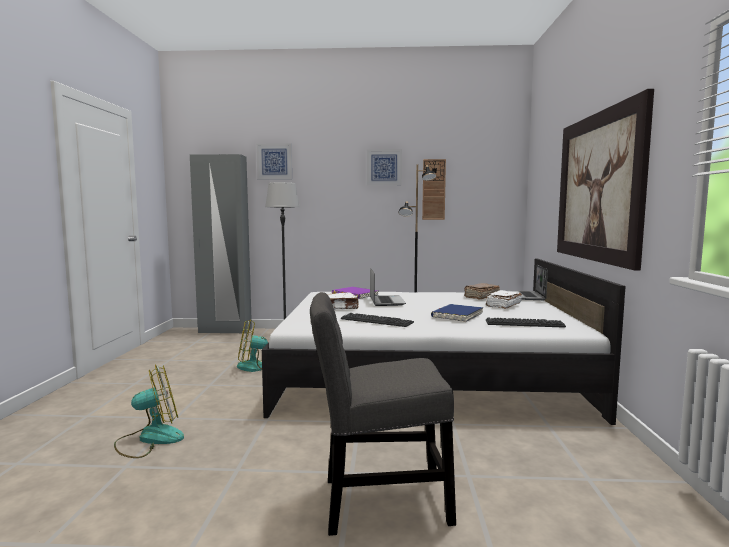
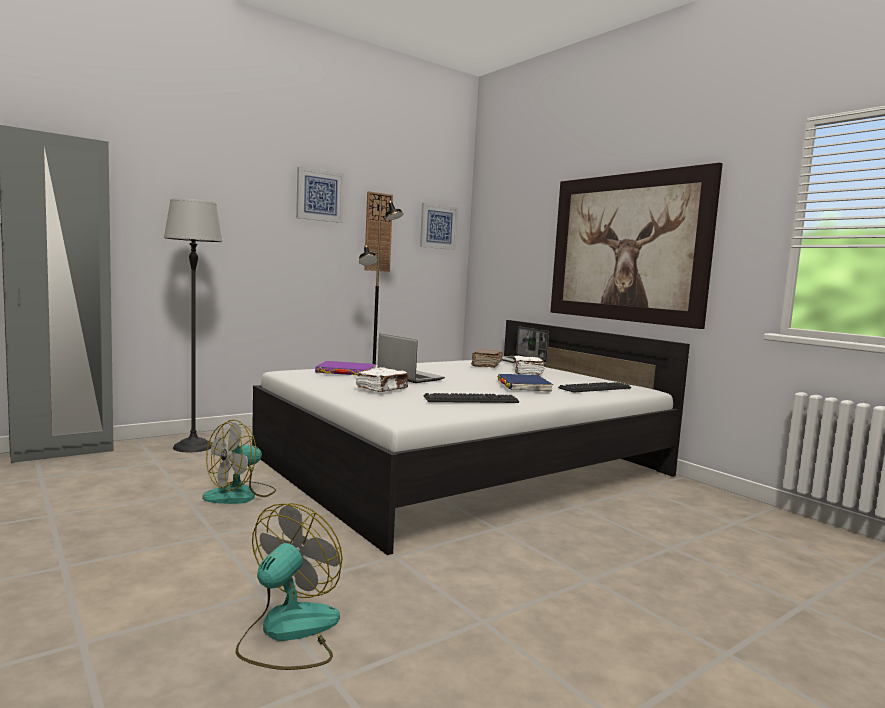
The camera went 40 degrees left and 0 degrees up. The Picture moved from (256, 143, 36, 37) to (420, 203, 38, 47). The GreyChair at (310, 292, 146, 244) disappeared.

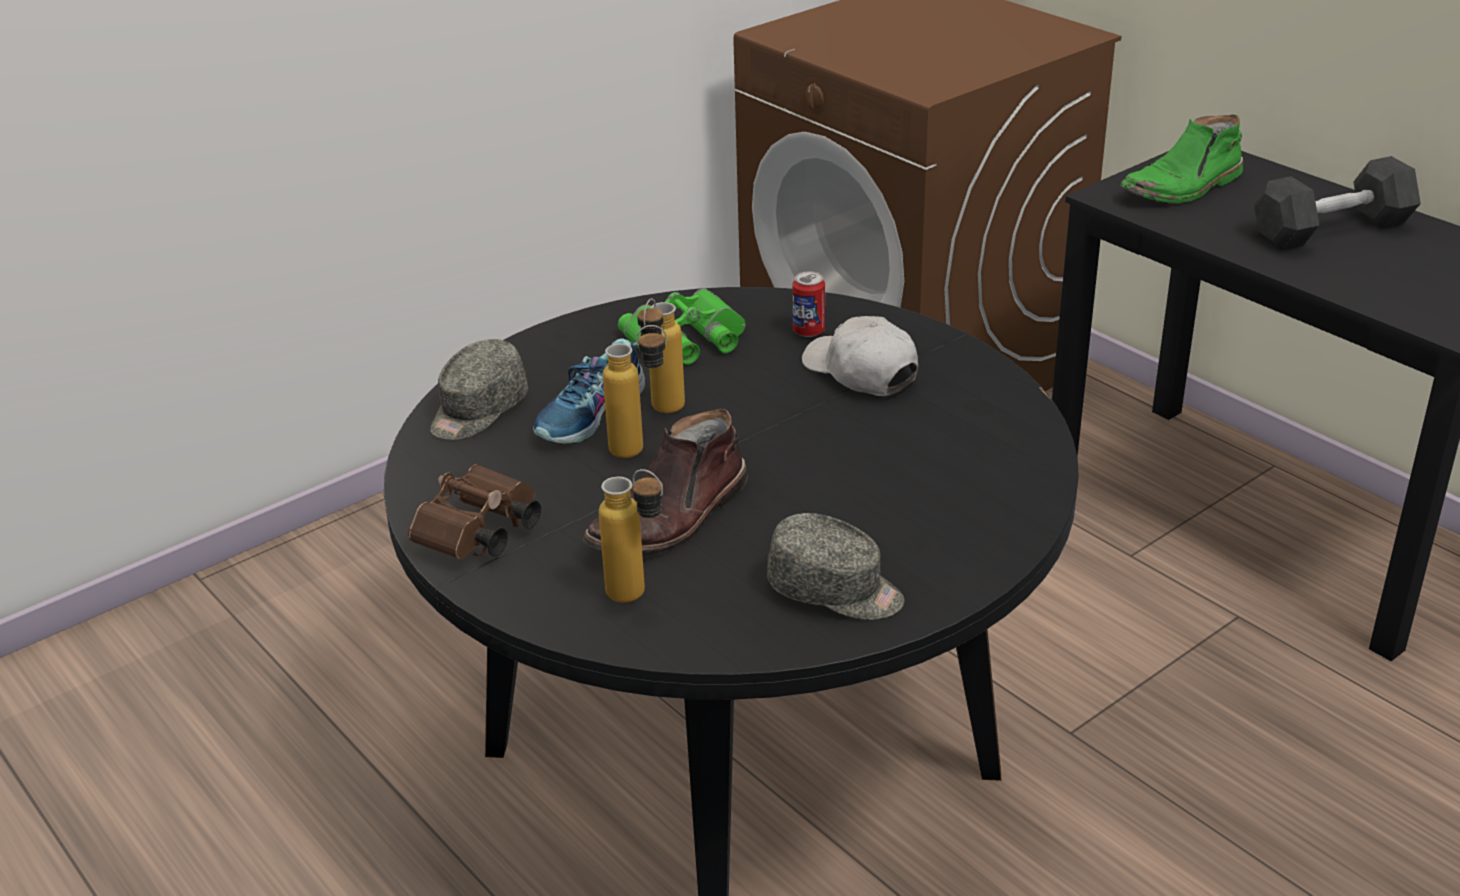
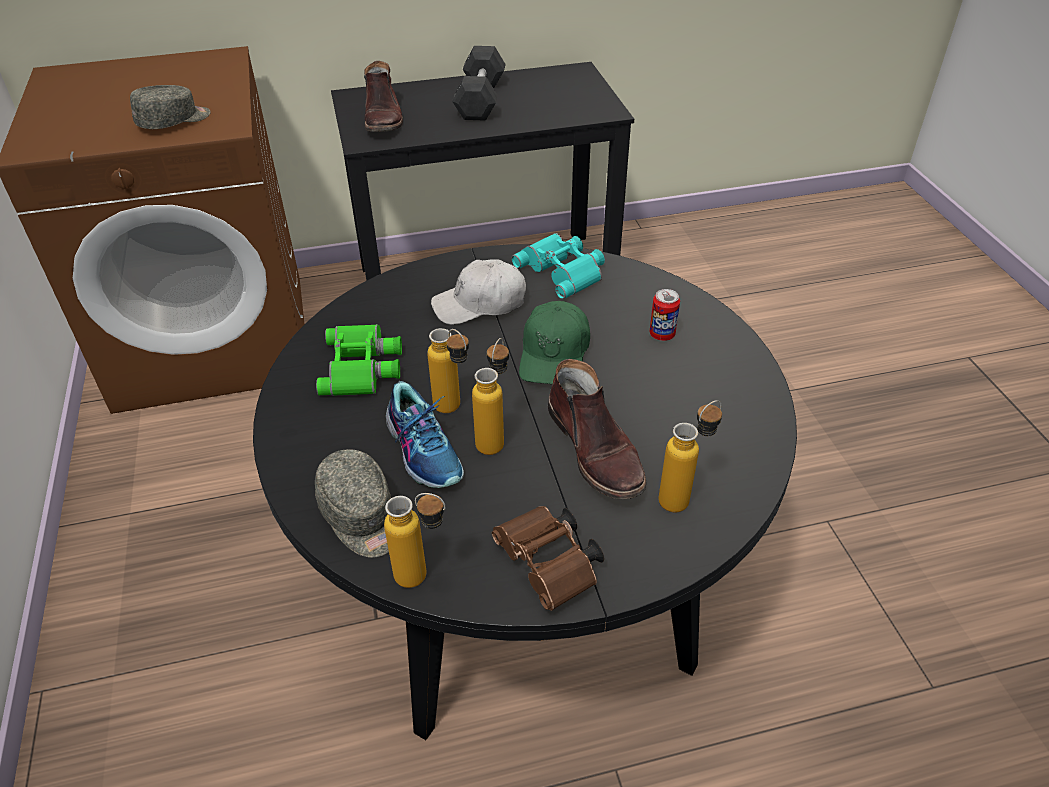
The camera went 65 degrees left and 10 degrees up. The GreyCap moved from (767, 513, 137, 107) to (130, 85, 81, 44). The Can moved from (793, 271, 32, 66) to (650, 289, 30, 52). The GreenBoot at (1120, 114, 123, 89) became the BrownBoot at (364, 61, 39, 71). The Bottle at (384, 493, 61, 95) appeared. The TurquoiseBinoculars at (512, 233, 93, 66) appeared. The GreenCap at (519, 301, 71, 83) appeared.

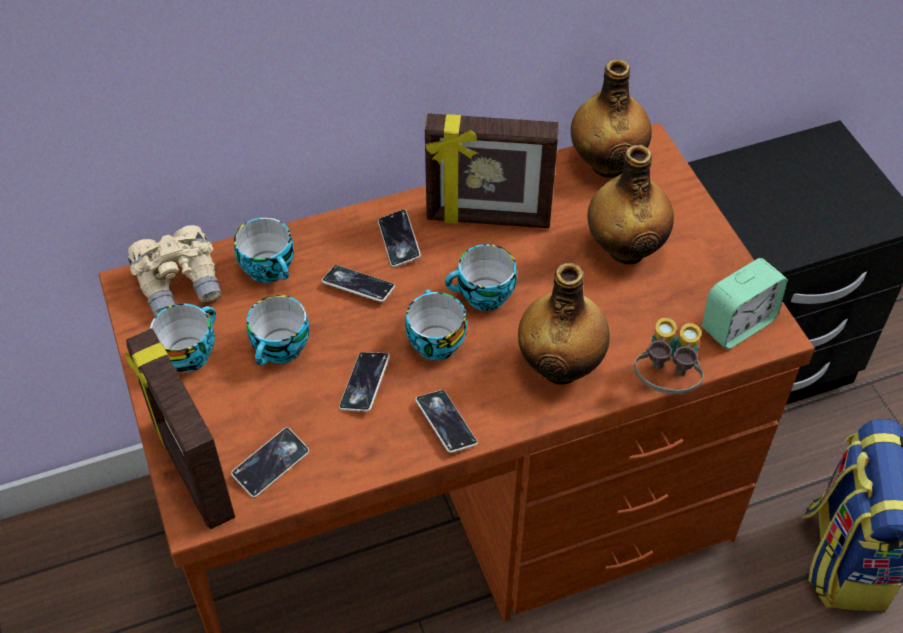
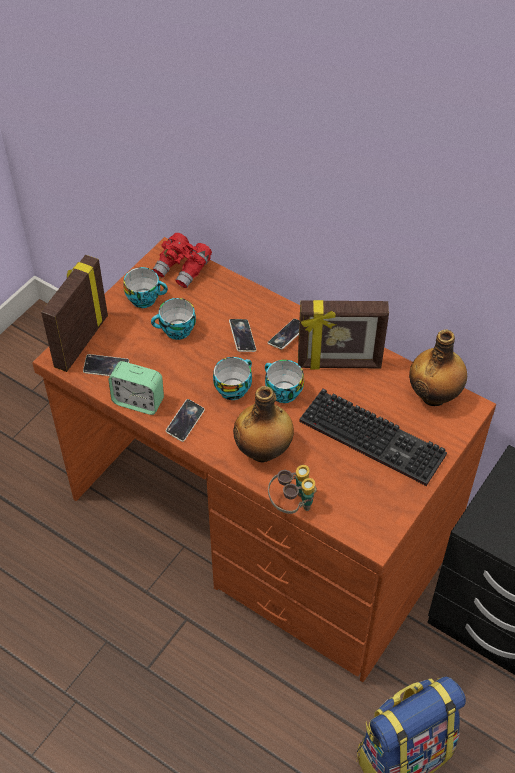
The camera went 55 degrees right and 0 degrees up. The BeigeBinoculars at (128, 225, 94, 91) became the RedBinoculars at (152, 233, 60, 55). The Cup at (234, 217, 60, 66) disappeared. The Phone at (339, 352, 51, 60) disappeared. The PictureFrame at (425, 113, 134, 115) turned 60 degrees counterclockwise. The Bottle at (588, 145, 86, 119) was replaced by the Keyboard at (299, 389, 148, 97). The AlarmClock moved from (702, 258, 86, 91) to (108, 361, 56, 54).

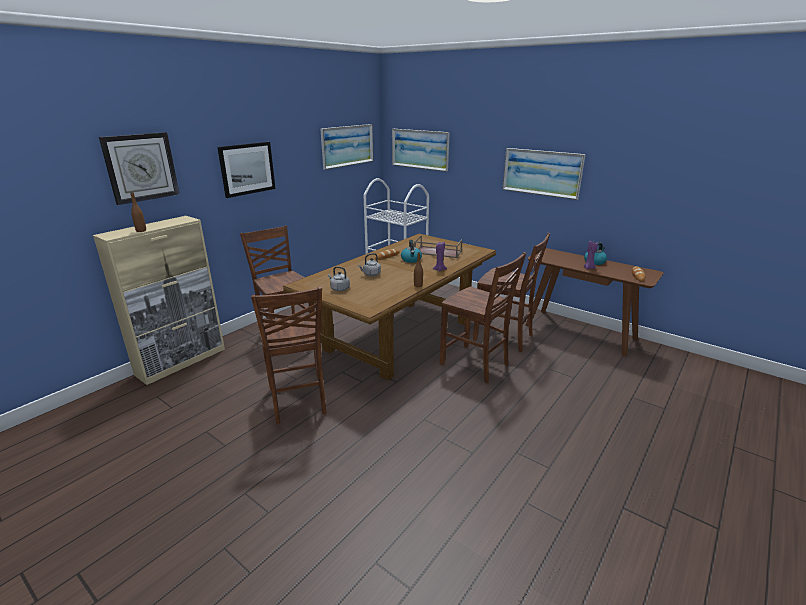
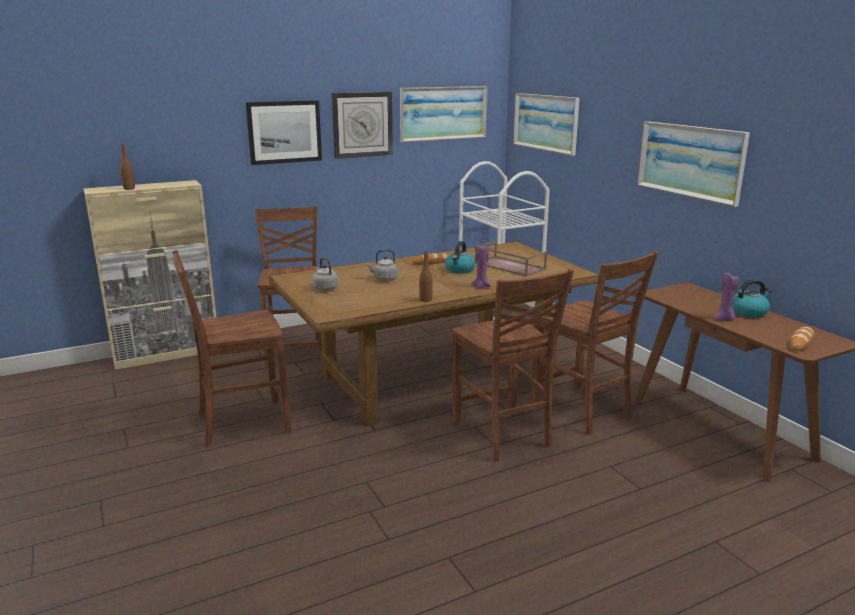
The camera went 25 degrees right and 5 degrees down. The WallClock moved from (99, 132, 81, 73) to (332, 92, 61, 67). The BrownChair at (251, 287, 75, 137) turned 60 degrees clockwise.

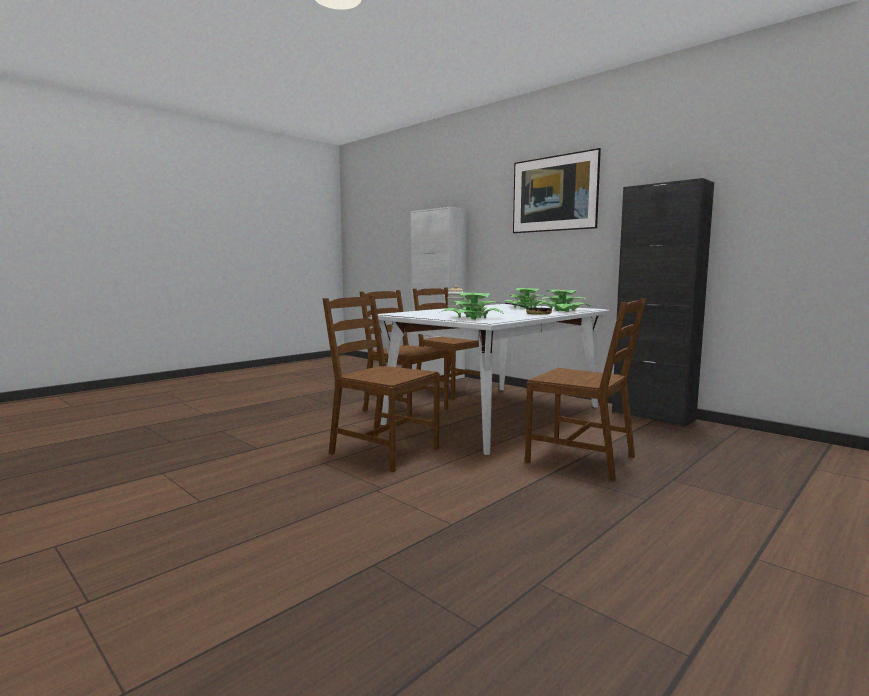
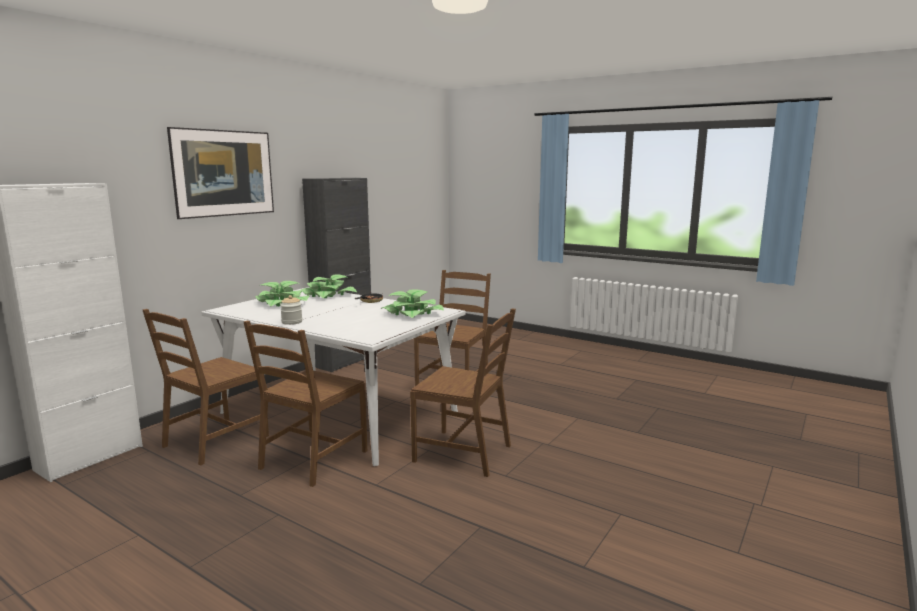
The camera went 100 degrees left and 5 degrees up. The BrownChair at (322, 295, 118, 177) turned 90 degrees counterclockwise.

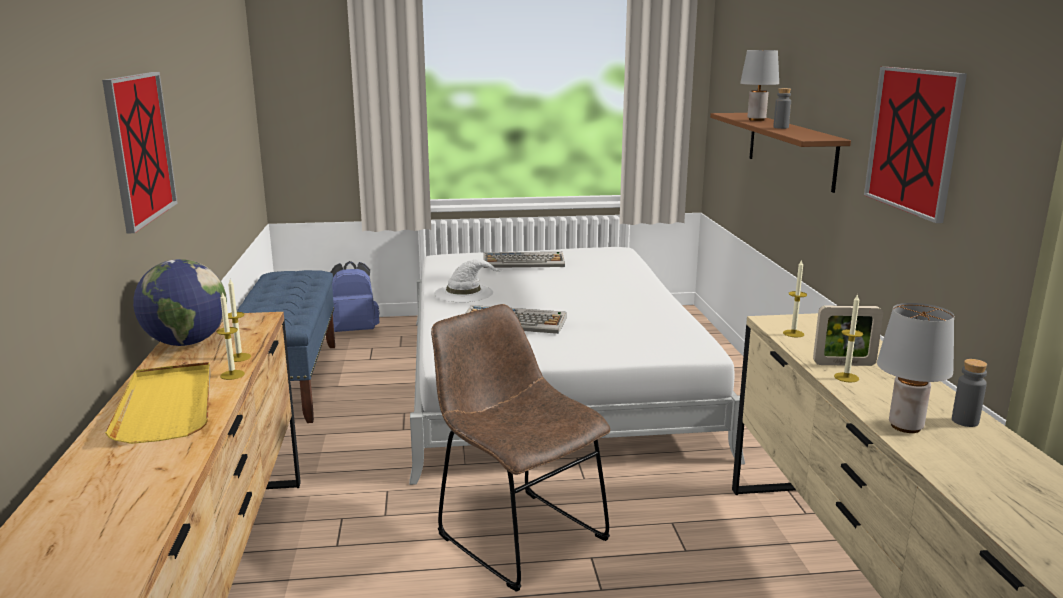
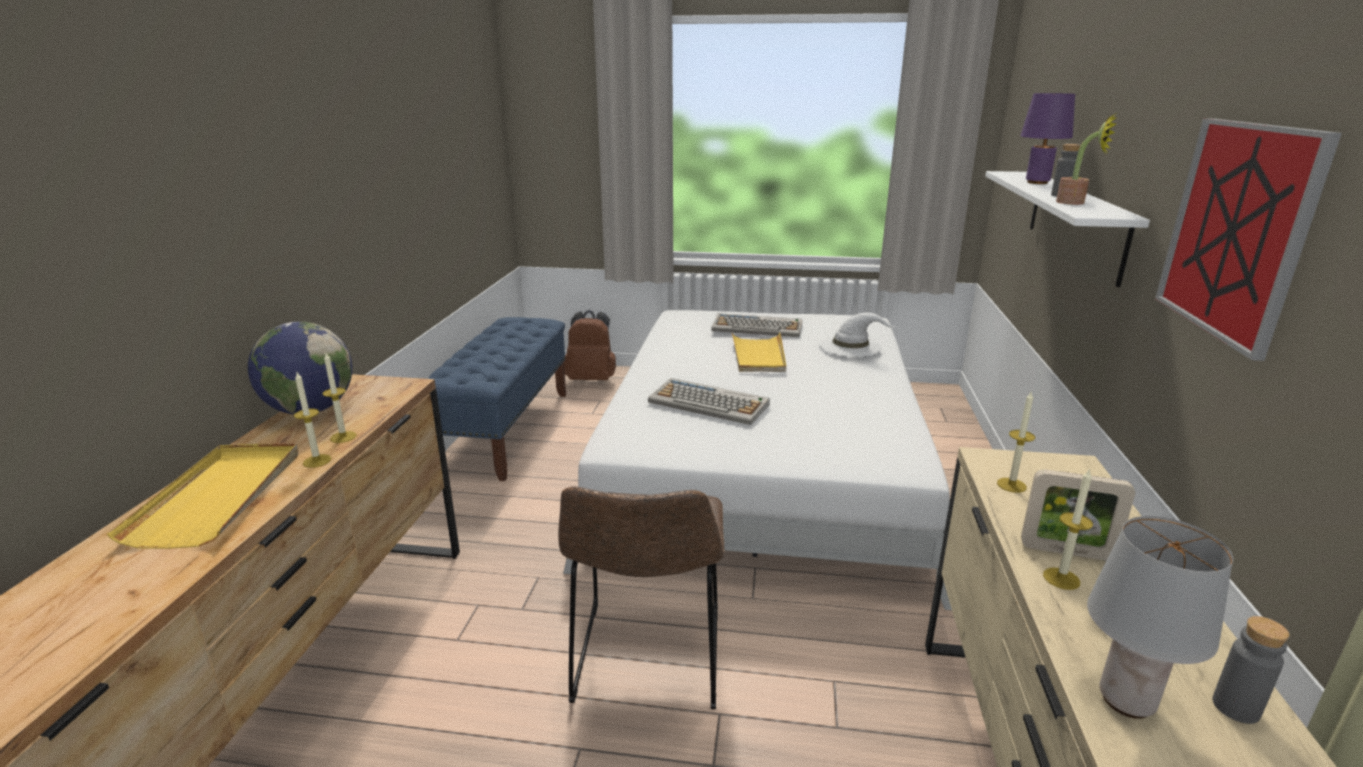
The camera went 15 degrees right and 5 degrees up. The Picture at (102, 72, 75, 161) disappeared. The BlueBackpack at (331, 261, 49, 71) became the BrownBackpack at (564, 310, 52, 70). The BrownChair at (431, 304, 180, 288) turned 150 degrees counterclockwise. The WhiteHat moved from (434, 259, 69, 43) to (820, 312, 75, 45). The BrownShelf at (710, 113, 141, 80) became the WhiteShelf at (985, 171, 165, 116). The GreyTableLamp at (740, 50, 39, 71) became the PurpleTableLamp at (1021, 93, 54, 91). The YellowTray at (732, 333, 54, 39) appeared. The PottedPlant at (1056, 113, 61, 92) appeared.

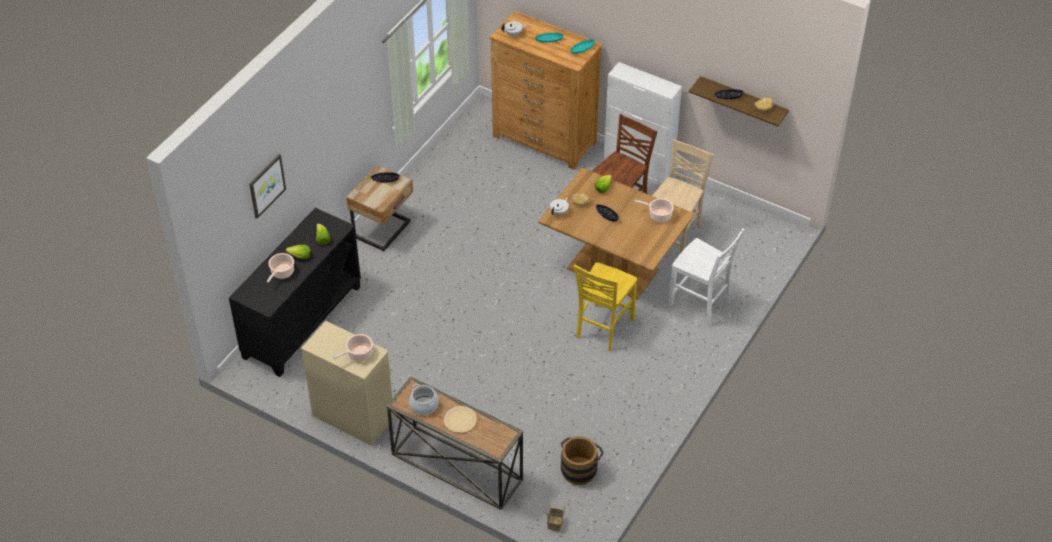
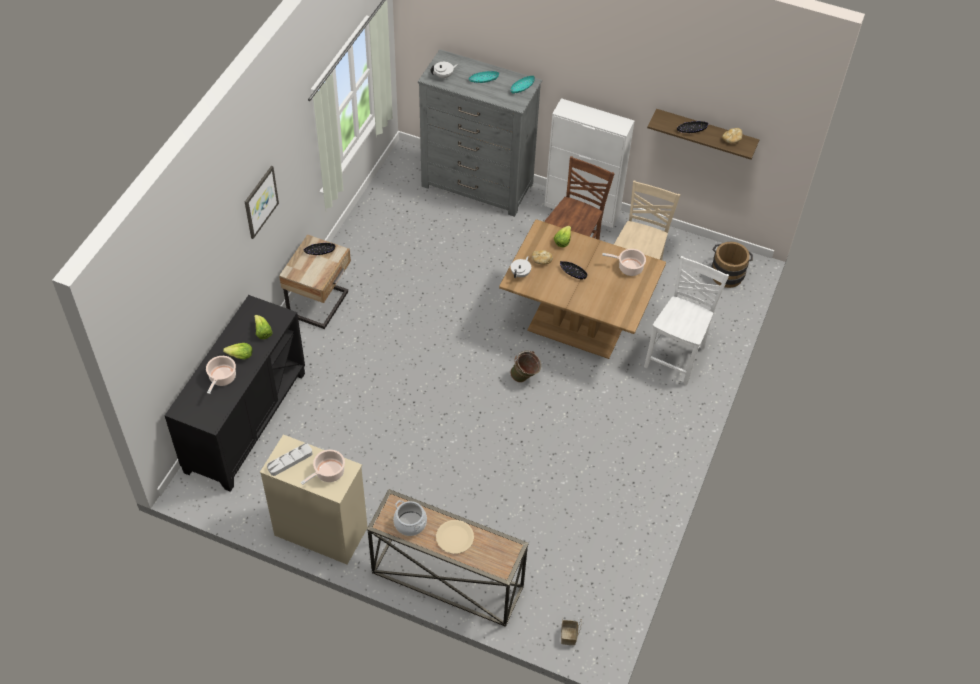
The camera went 10 degrees left and 5 degrees up. The Picture moved from (249, 154, 37, 65) to (245, 166, 34, 73). The BrownDresser at (490, 11, 112, 159) became the GreyDresser at (418, 49, 124, 168). The BrownBucket moved from (561, 436, 43, 49) to (711, 242, 42, 46). The YellowChair at (574, 262, 63, 89) disappeared. The WhiteChair at (668, 228, 76, 98) turned 90 degrees counterclockwise. The GreyTray at (267, 443, 46, 33) appeared. The GreenBucket at (510, 350, 31, 33) appeared.

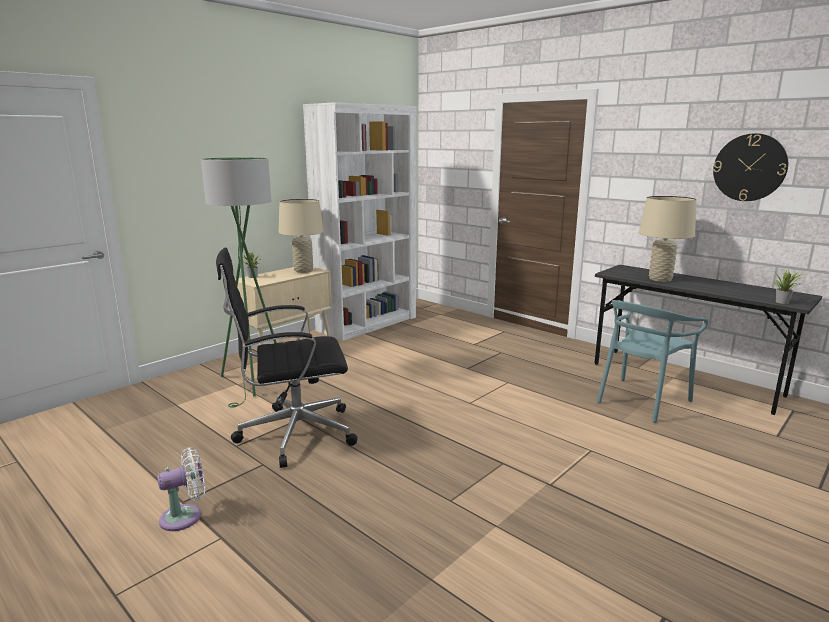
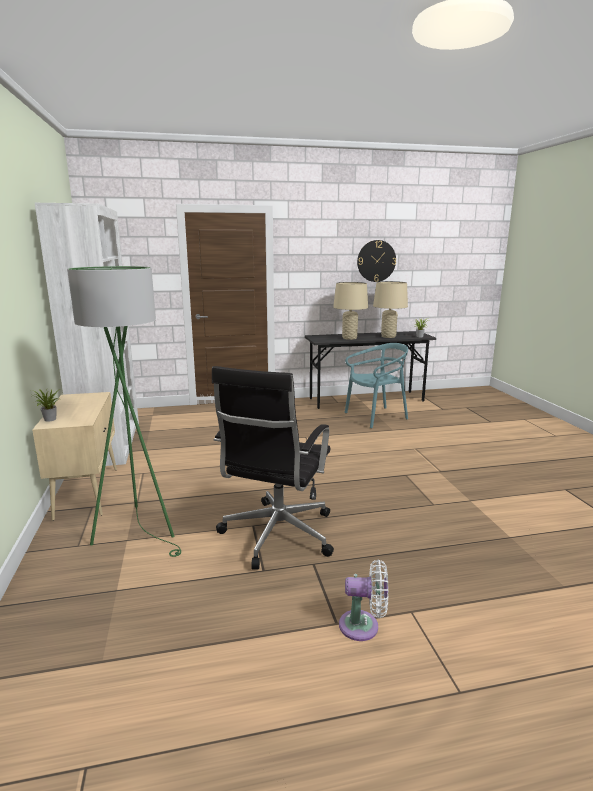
The camera went 55 degrees left and 0 degrees up. The WhiteFan at (157, 447, 48, 84) turned 90 degrees clockwise. The BeigeTableLamp moved from (279, 199, 45, 74) to (373, 281, 35, 57). The TurquoiseChair at (597, 300, 111, 123) turned 105 degrees counterclockwise.

